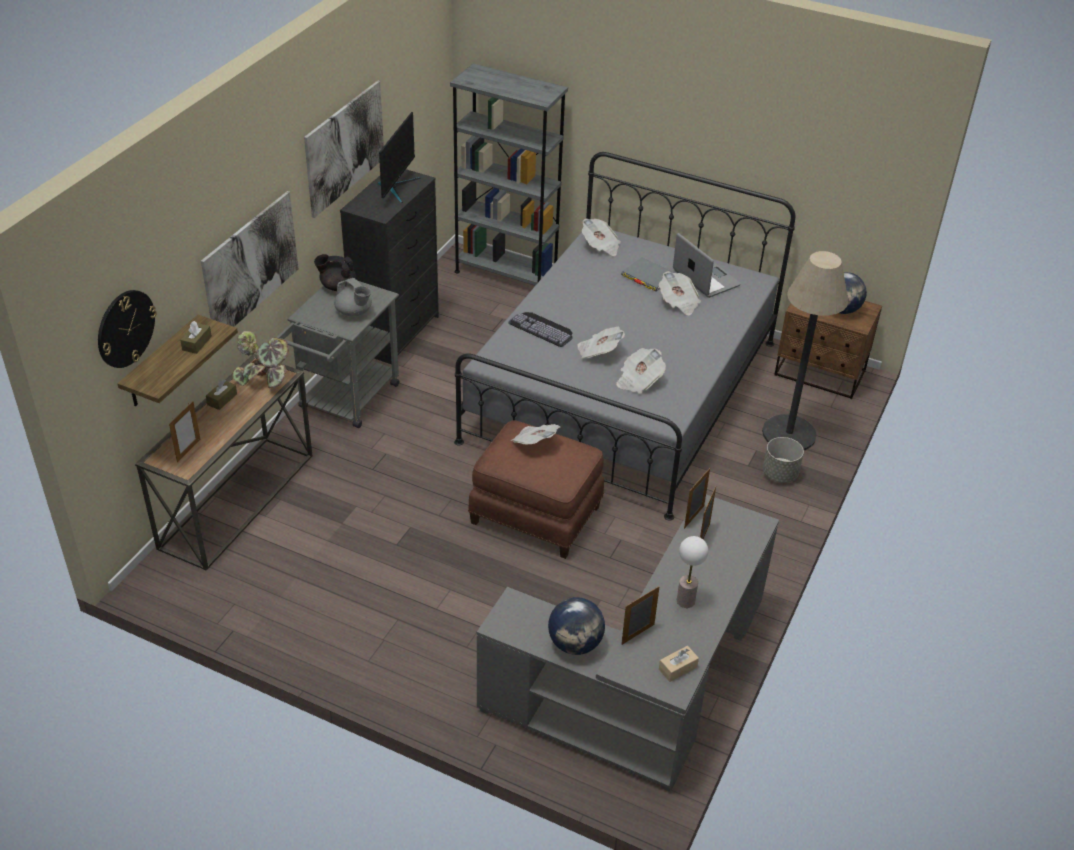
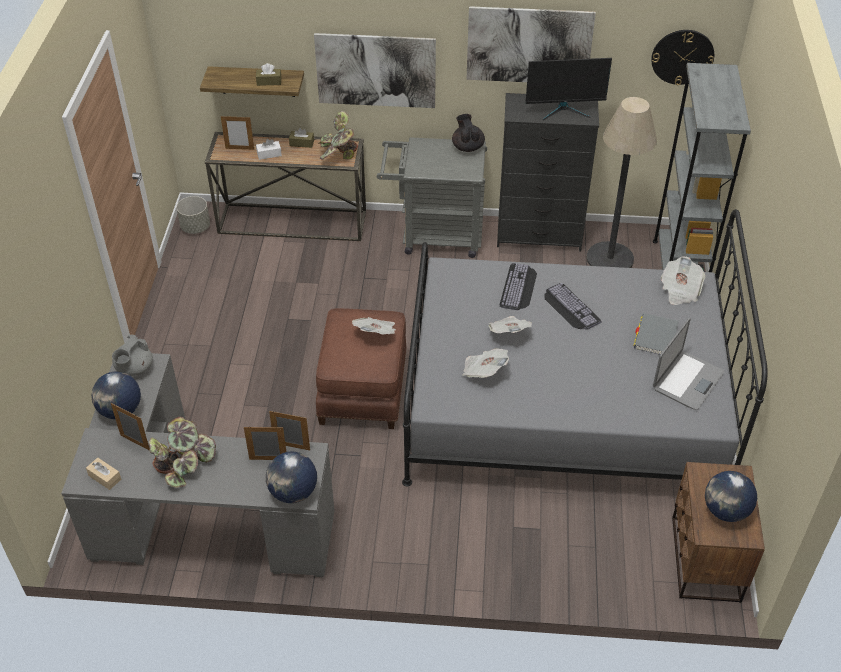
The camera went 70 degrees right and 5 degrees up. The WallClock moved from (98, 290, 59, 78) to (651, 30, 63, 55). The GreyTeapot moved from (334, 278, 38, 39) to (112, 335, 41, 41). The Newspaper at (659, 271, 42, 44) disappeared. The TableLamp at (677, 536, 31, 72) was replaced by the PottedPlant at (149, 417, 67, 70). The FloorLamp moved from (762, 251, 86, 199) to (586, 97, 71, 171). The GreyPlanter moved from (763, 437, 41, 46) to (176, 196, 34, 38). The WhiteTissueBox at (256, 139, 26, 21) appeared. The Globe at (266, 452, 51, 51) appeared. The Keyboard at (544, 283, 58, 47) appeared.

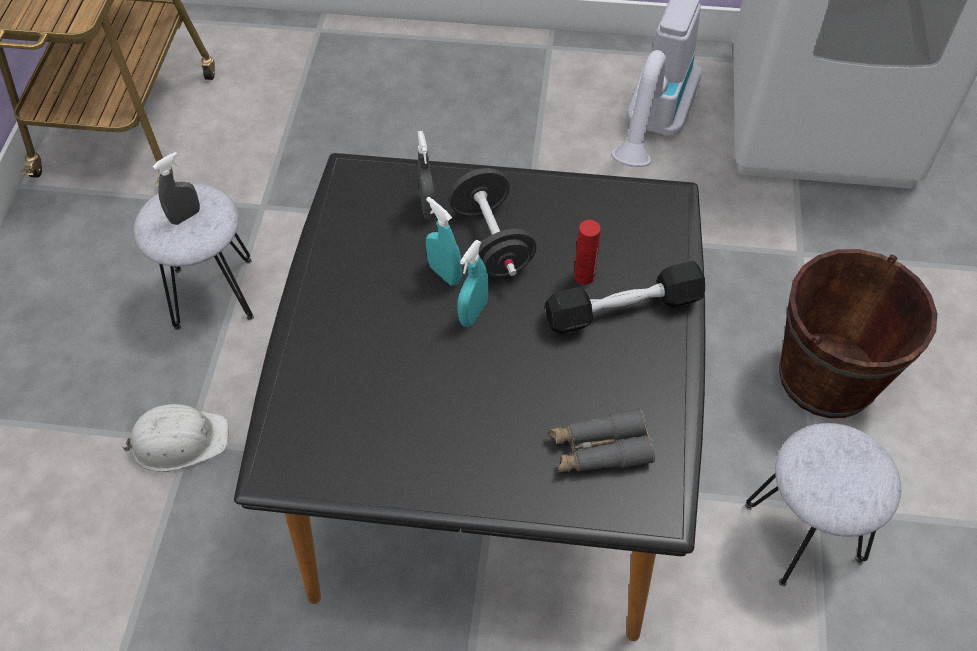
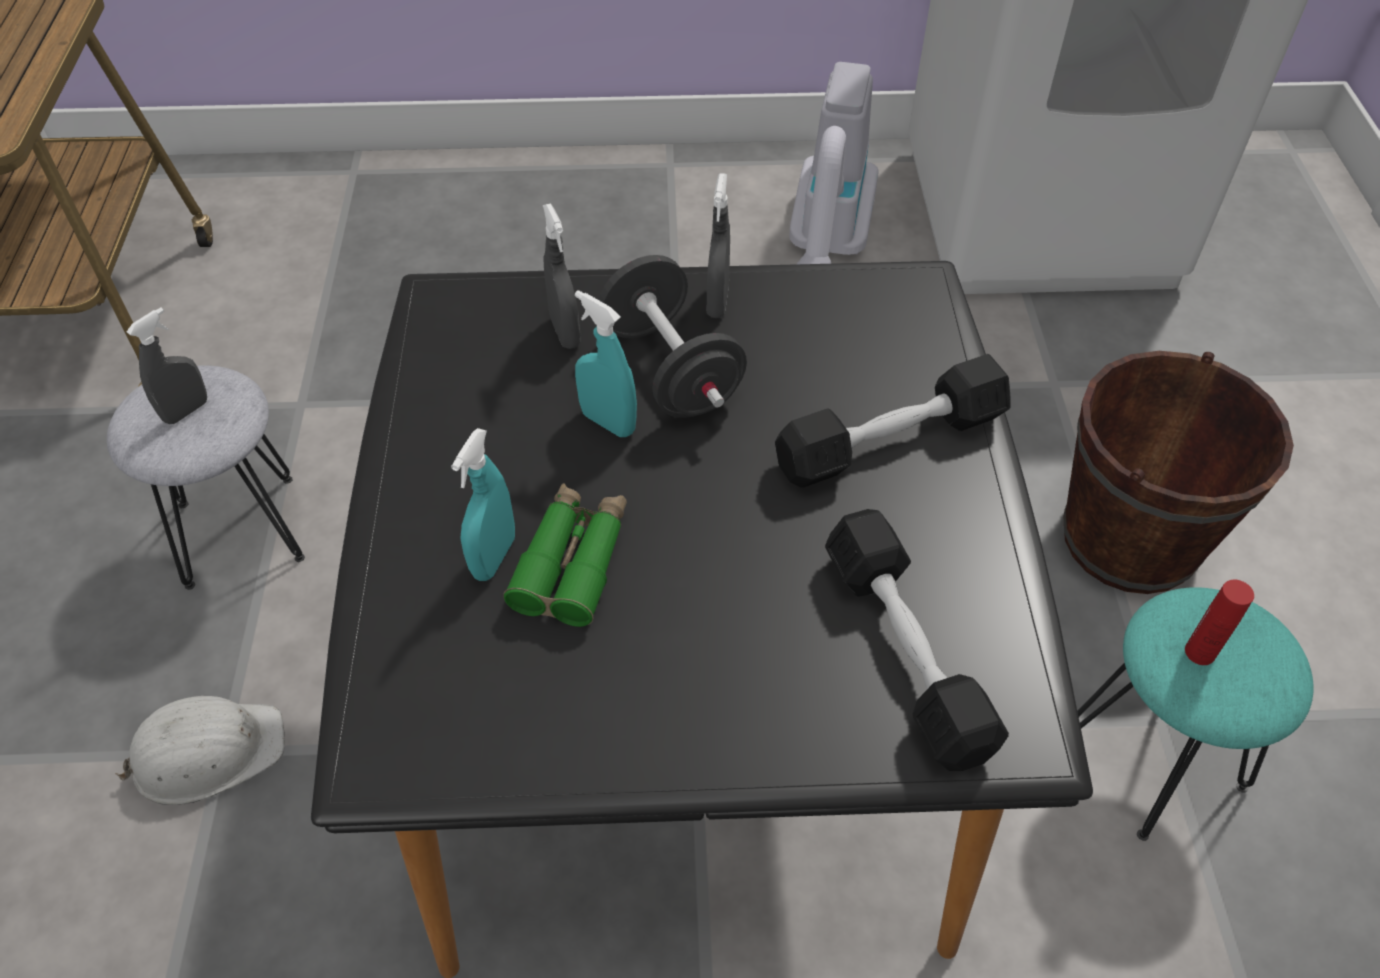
The camera went 10 degrees left and 5 degrees down. The TurquoiseSprayBottle moved from (457, 240, 31, 87) to (451, 428, 64, 153). The GreyBinoculars at (549, 408, 106, 65) was replaced by the BlackDumbbell at (825, 509, 184, 262). The RedBottle moved from (574, 220, 27, 65) to (1185, 580, 69, 85). The GreyStool at (745, 423, 156, 163) became the TurquoiseStool at (1077, 587, 236, 254). The GreenBinoculars at (503, 483, 124, 144) appeared. The GreySprayBottle at (707, 173, 23, 145) appeared.

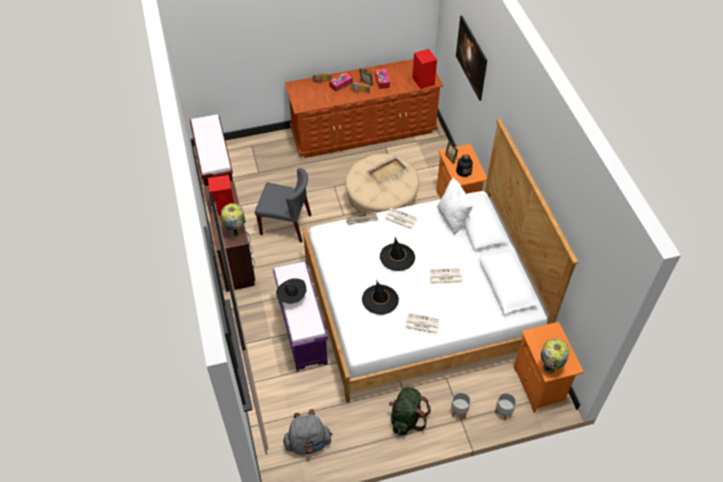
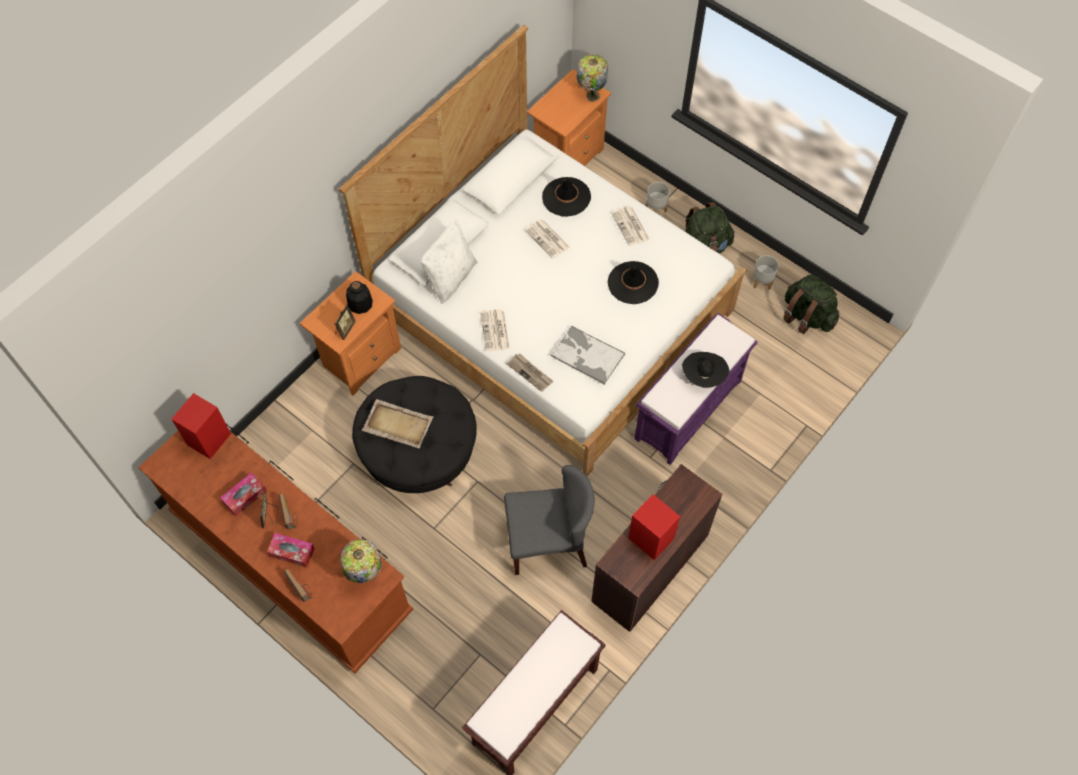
The camera went 125 degrees left and 10 degrees up. The TableLamp moved from (221, 203, 25, 35) to (340, 539, 42, 44). The GreyChair at (255, 168, 56, 75) turned 105 degrees clockwise. The GreyBackpack at (283, 409, 50, 46) became the GreenBackpack at (783, 274, 56, 60). The BeigeOttoman at (345, 154, 75, 60) became the BlackOttoman at (352, 376, 125, 117). The BlackHat moved from (380, 237, 35, 34) to (542, 177, 49, 40). The Picture at (456, 16, 31, 85) disappeared. The GreyPlanter moved from (495, 393, 21, 28) to (753, 255, 26, 35). The Tray at (551, 326, 74, 59) appeared.

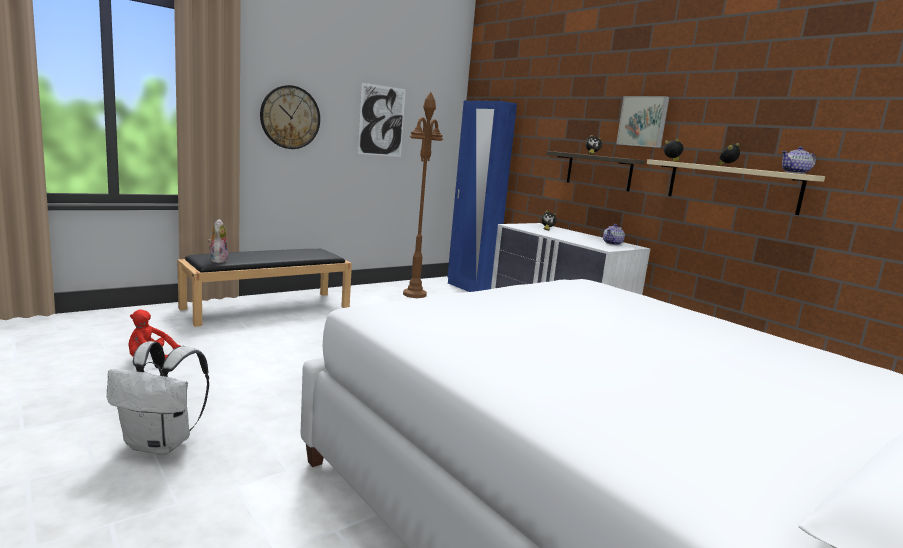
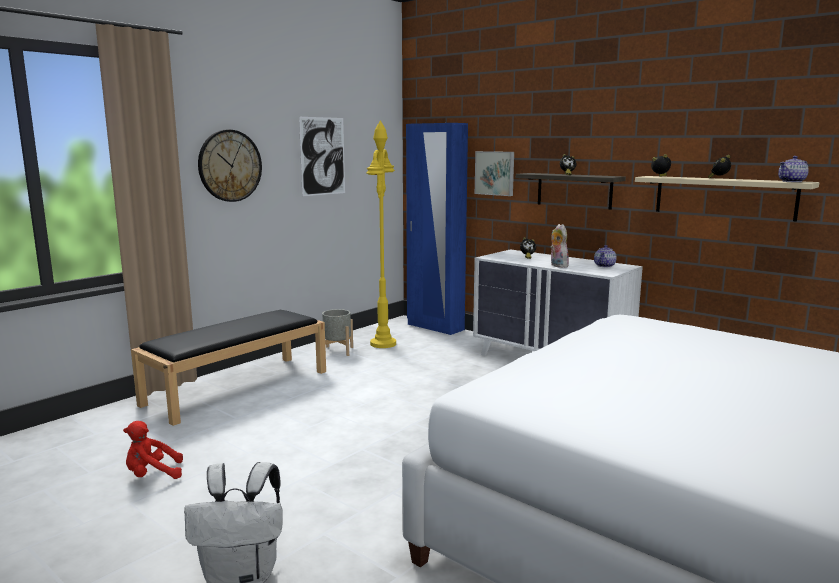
The camera went 10 degrees left and 0 degrees up. The PlushToy moved from (208, 219, 20, 44) to (550, 224, 19, 44). The BrownFloorLamp at (403, 92, 40, 206) became the YellowFloorLamp at (366, 121, 30, 227). The Picture moved from (616, 96, 53, 52) to (475, 151, 39, 45). The GreyPlanter at (322, 309, 31, 47) appeared.

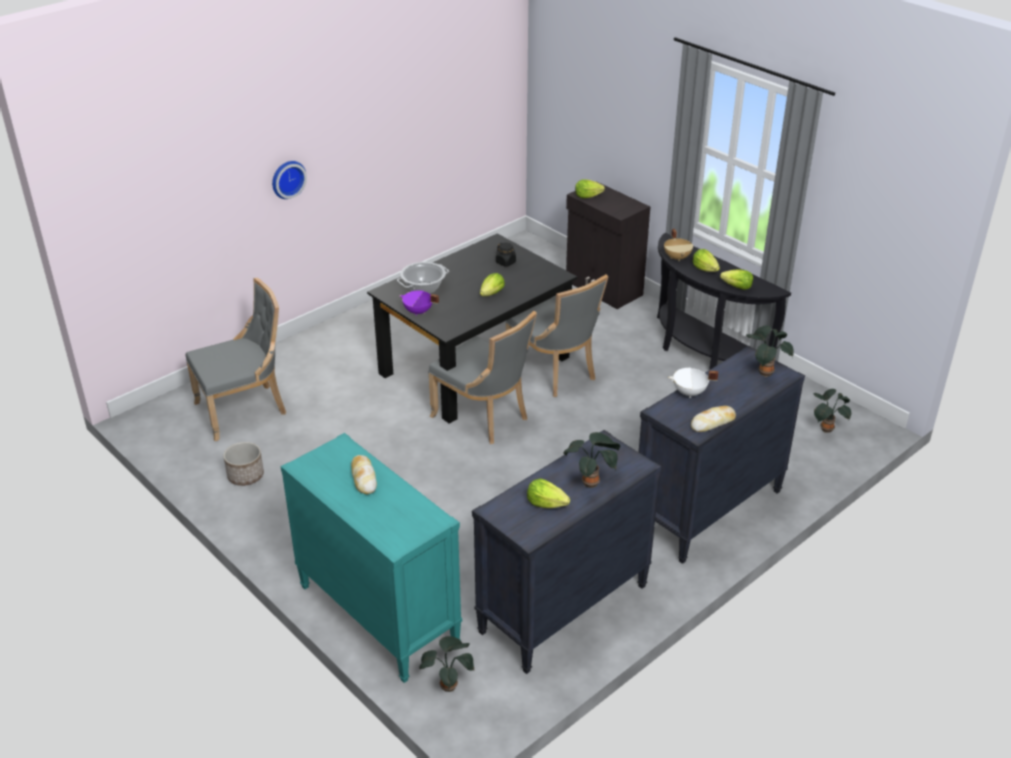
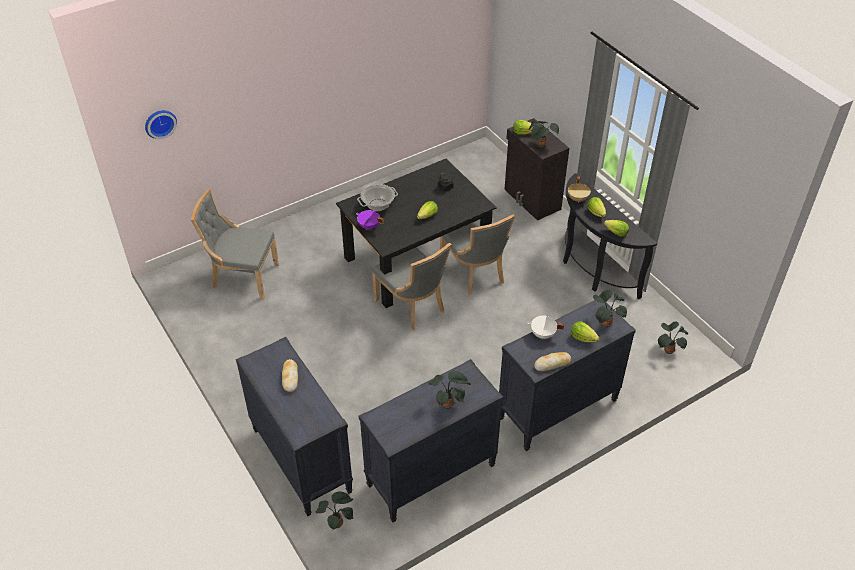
The camera went 10 degrees right and 10 degrees up. The GreyChair at (186, 278, 100, 163) turned 150 degrees counterclockwise. The Planter at (223, 442, 41, 44) disappeared. The WallClock moved from (272, 161, 35, 38) to (145, 110, 32, 29). The TurquoiseDresser at (280, 433, 182, 250) became the BlackDresser at (236, 337, 117, 179). The Lettuce moved from (527, 479, 43, 29) to (571, 321, 28, 21). The PottedPlant at (529, 120, 30, 28) appeared.

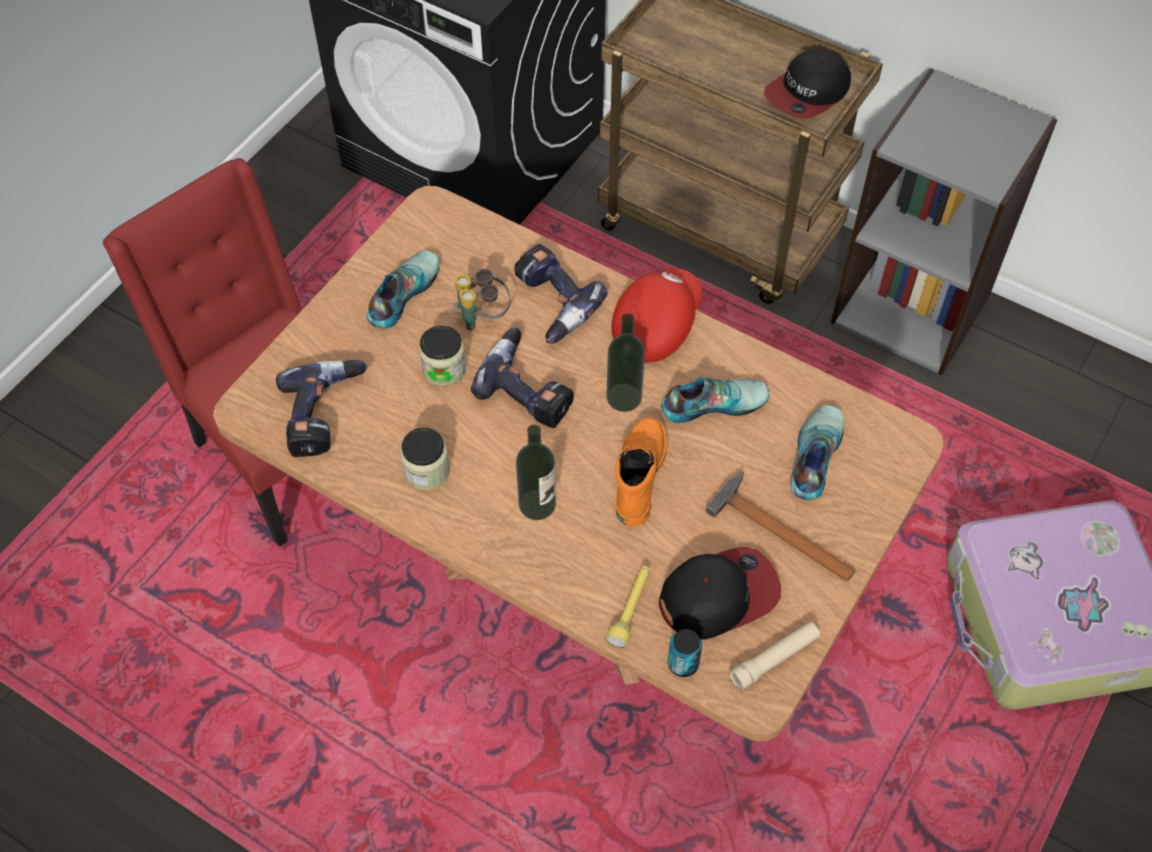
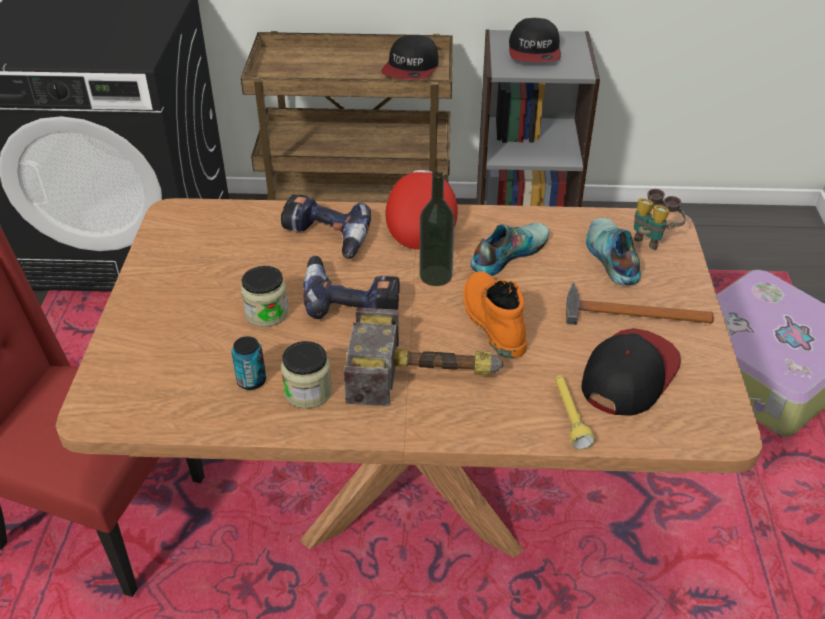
The camera went 30 degrees left and 15 degrees down. The PowerDrill at (276, 360, 92, 97) disappeared. The Shoe at (366, 250, 73, 79) disappeared. The Binoculars moved from (453, 269, 58, 62) to (634, 189, 52, 61). The Bottle at (516, 424, 40, 96) was replaced by the Hammer at (343, 307, 160, 100). The Can moved from (668, 629, 34, 48) to (231, 336, 35, 54). The BeigeFlashlight at (729, 622, 91, 68) disappeared. The Cap at (509, 18, 52, 44) appeared.

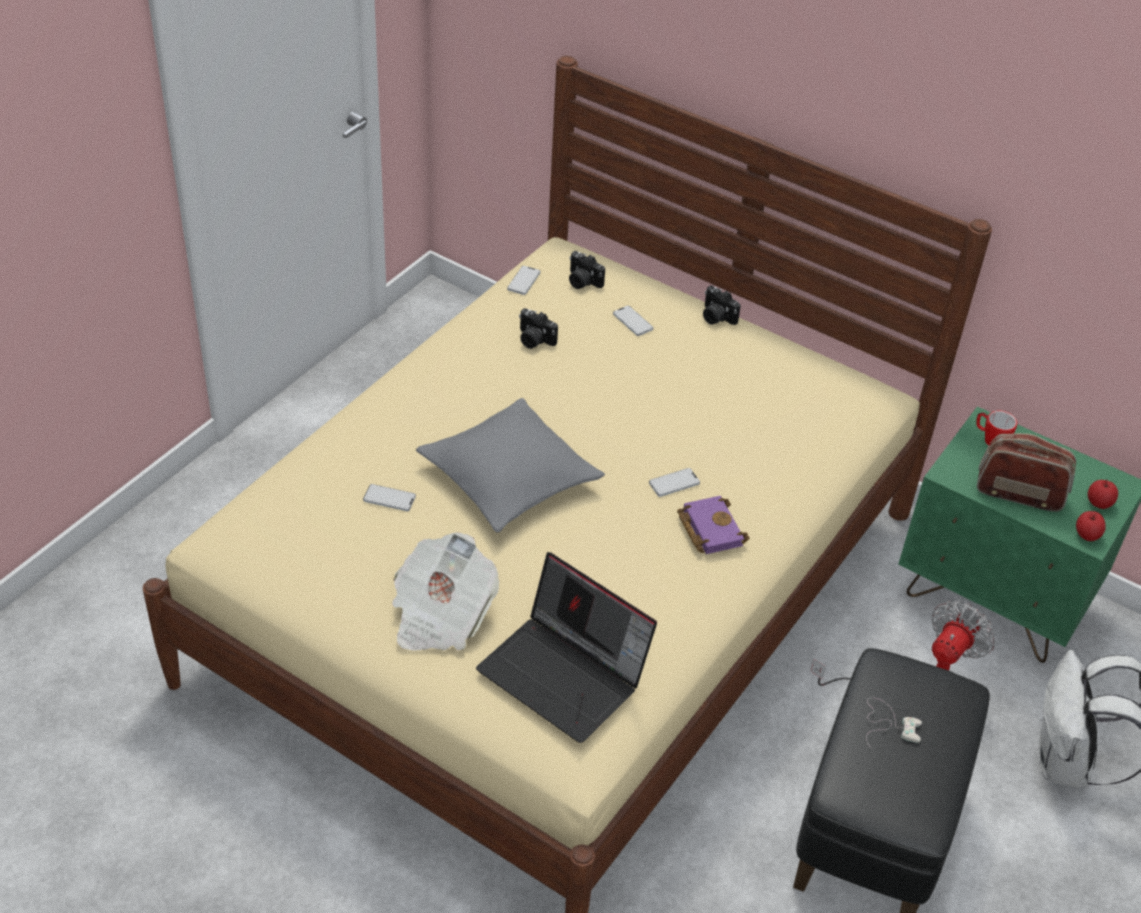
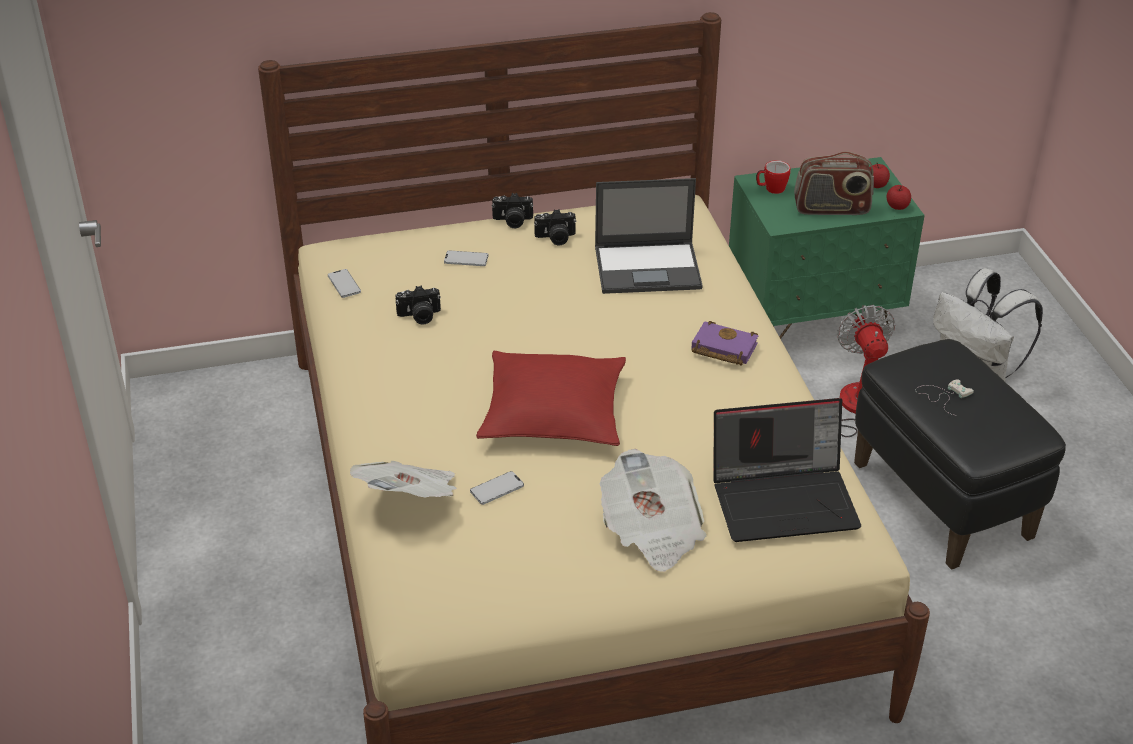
The camera went 45 degrees left and 5 degrees down. The GreyPillow at (416, 398, 189, 135) became the RedPillow at (476, 351, 150, 95). The PhotoCamera moved from (569, 251, 36, 38) to (534, 209, 42, 36). The Phone at (649, 468, 51, 29) disappeared. The Radio at (977, 433, 99, 79) turned 150 degrees counterclockwise. The Newspaper at (350, 461, 107, 36) appeared. The Laptop at (595, 178, 108, 116) appeared.

